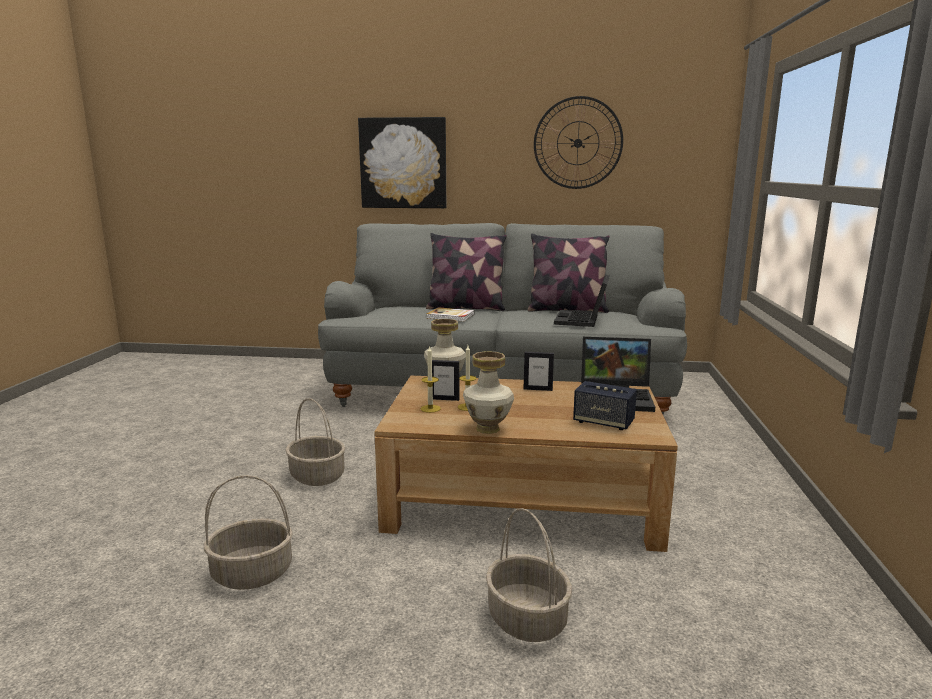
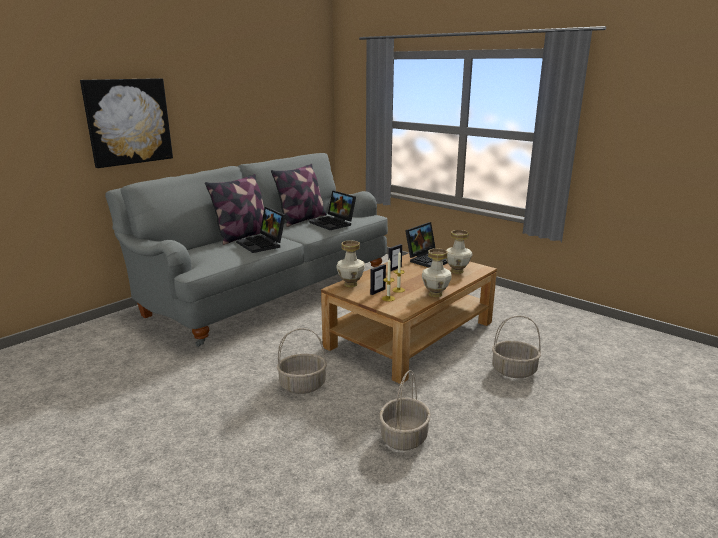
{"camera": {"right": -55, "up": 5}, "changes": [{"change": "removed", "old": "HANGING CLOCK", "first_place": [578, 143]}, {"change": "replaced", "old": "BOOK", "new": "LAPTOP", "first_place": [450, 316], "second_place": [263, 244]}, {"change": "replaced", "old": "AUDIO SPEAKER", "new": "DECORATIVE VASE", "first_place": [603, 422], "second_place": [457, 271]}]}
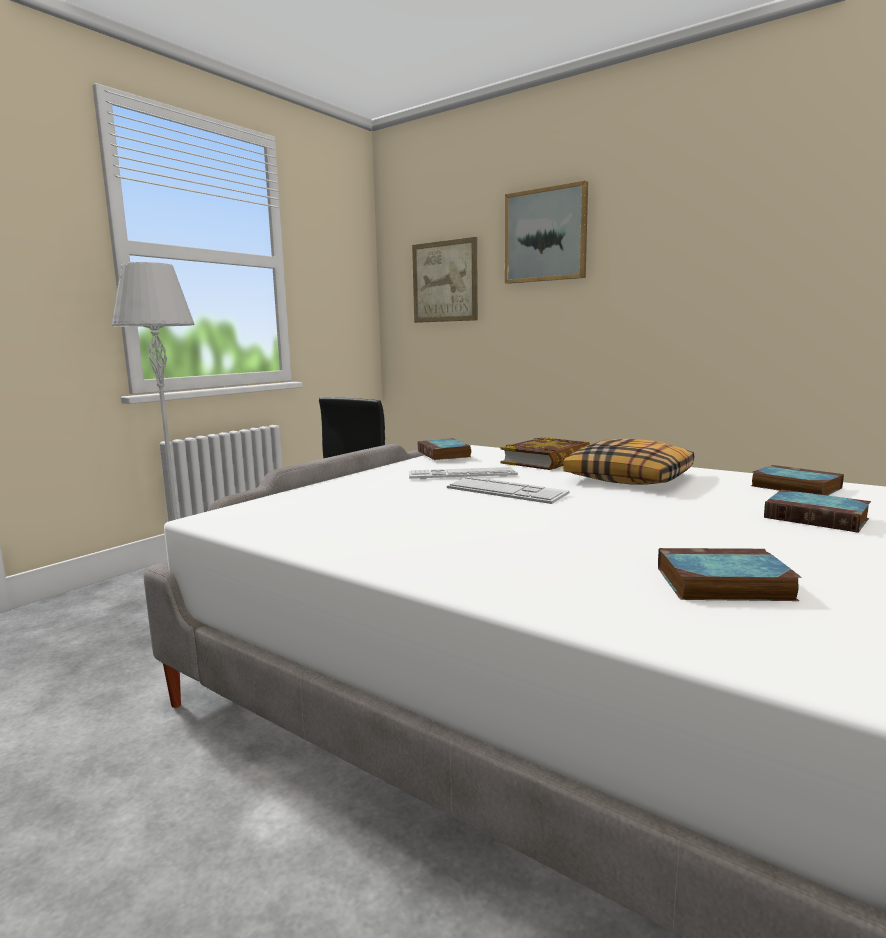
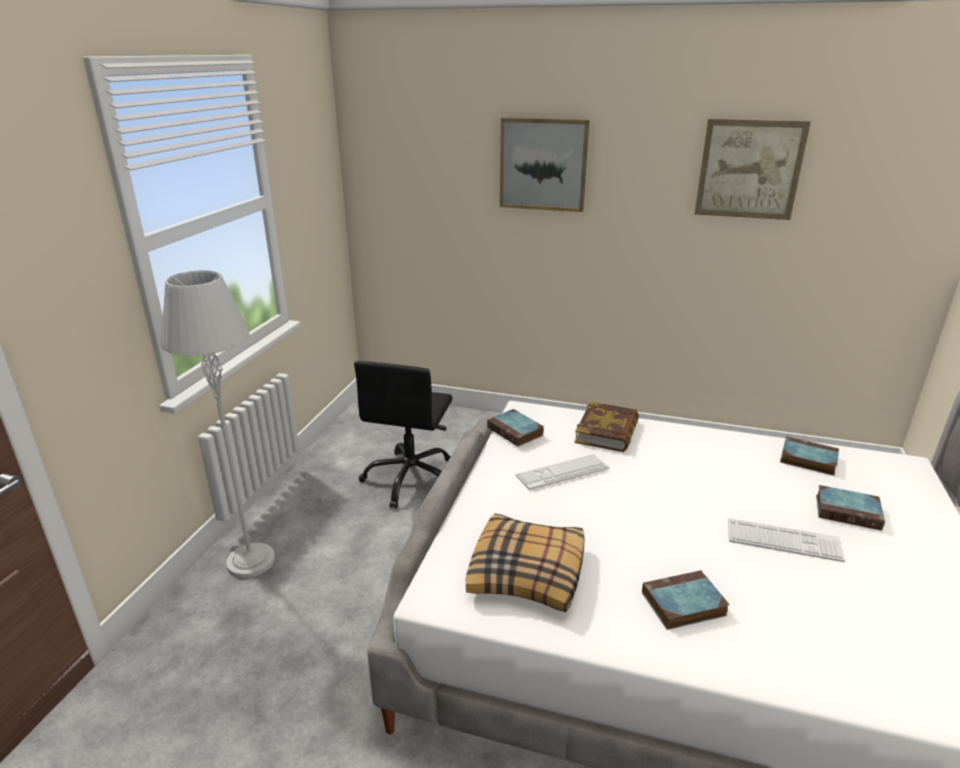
{"camera": {"right": -20, "up": 15}, "changes": [{"change": "moved", "old": "WALL ART", "first_place": [445, 281], "second_place": [749, 169]}, {"change": "moved", "old": "THROW PILLOW", "first_place": [630, 478], "second_place": [527, 573]}, {"change": "moved", "old": "COMPUTER KEYBOARD", "first_place": [506, 491], "second_place": [783, 540]}, {"change": "moved", "old": "BOOK", "first_place": [721, 584], "second_place": [682, 605]}]}
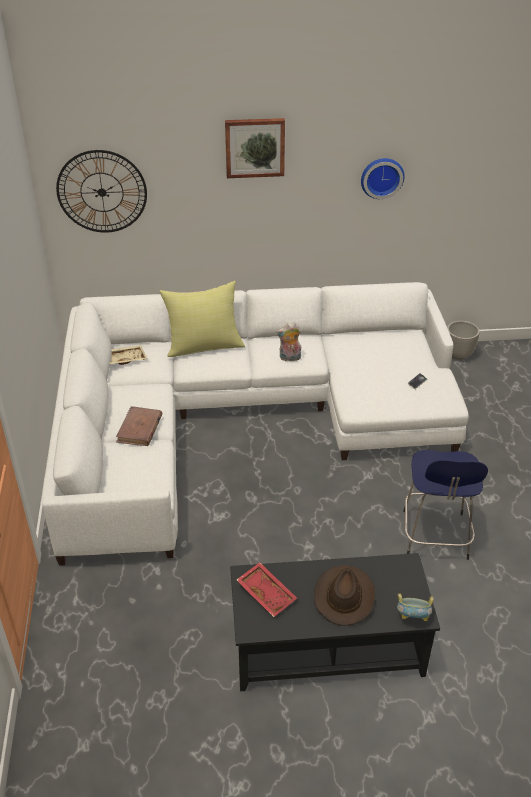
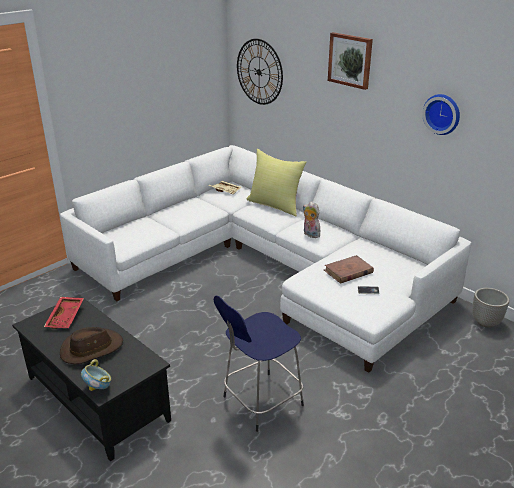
{"camera": {"right": 50, "up": -10}, "changes": [{"change": "moved", "old": "BROWN-COLOURED BOOK", "first_place": [139, 429], "second_place": [348, 272]}]}
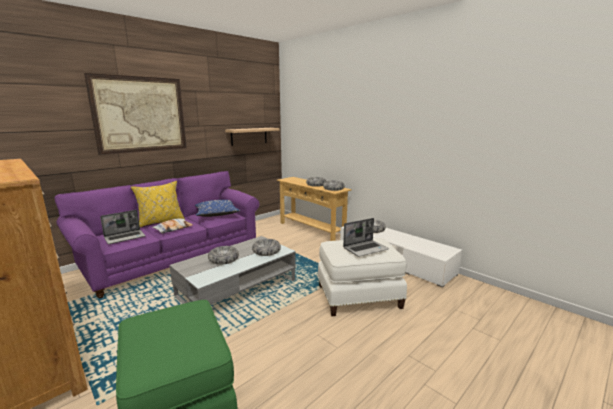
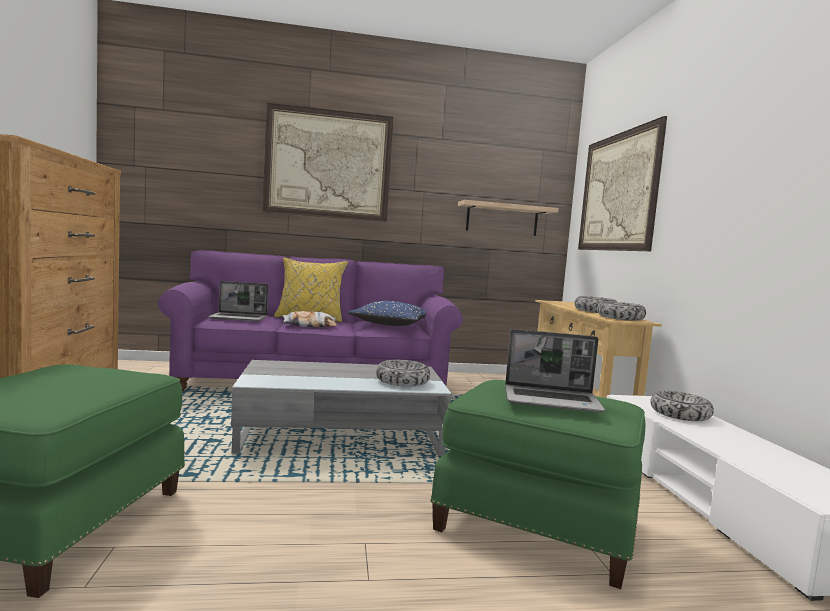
{"camera": {"right": 35, "up": -10}, "changes": [{"change": "recoloured", "old": "WHITISH POUFFE", "new": "GREENISH POUFFE", "first_place": [358, 296], "second_place": [537, 523]}, {"change": "removed", "old": "SERVING BOWL", "first_place": [224, 259]}, {"change": "added", "new": "WALL ART", "second_place": [617, 192]}]}
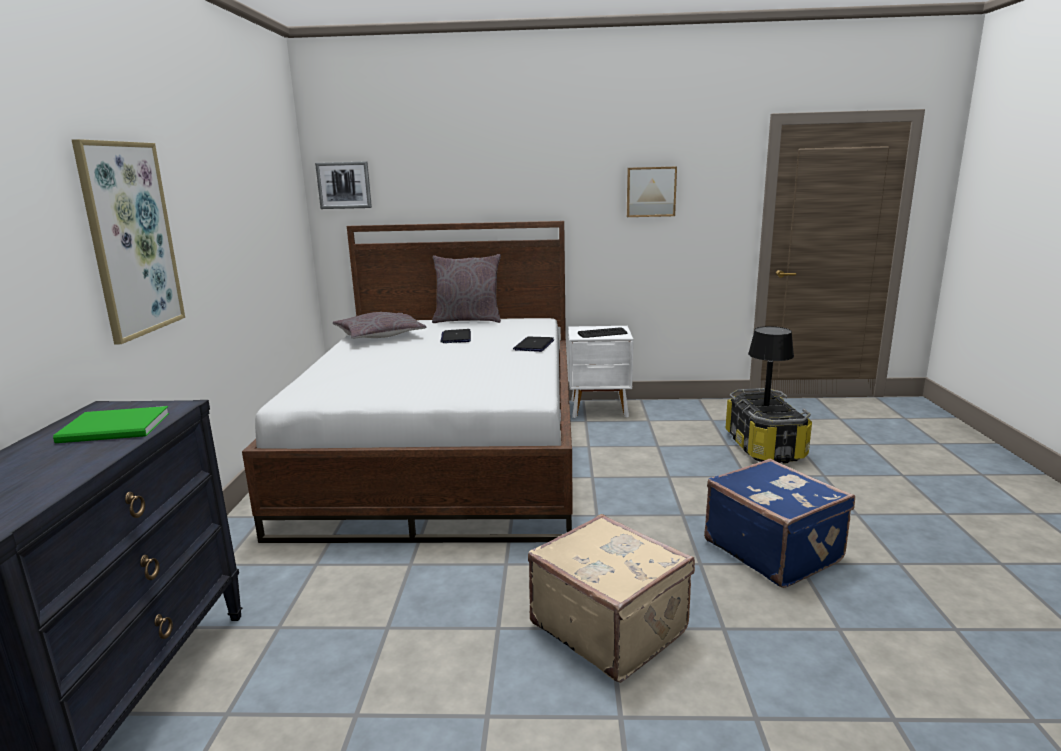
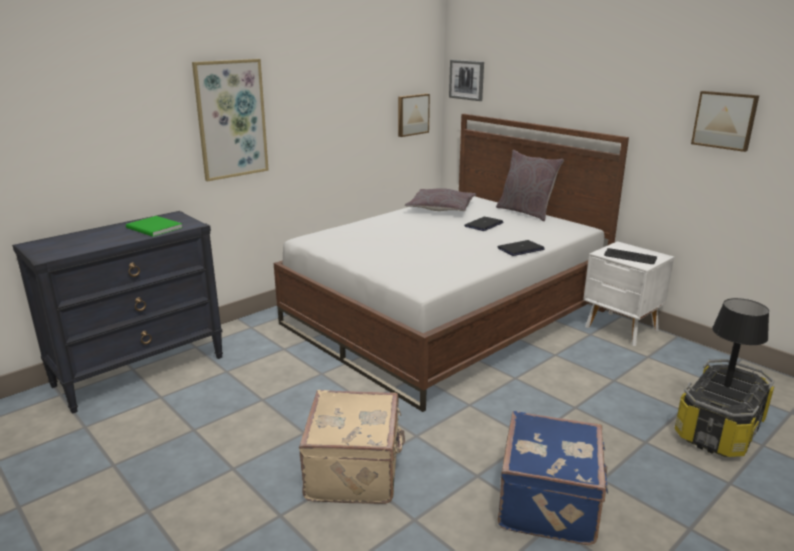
{"camera": {"right": 45, "up": 5}, "changes": [{"change": "added", "new": "WALL ART", "second_place": [412, 114]}]}
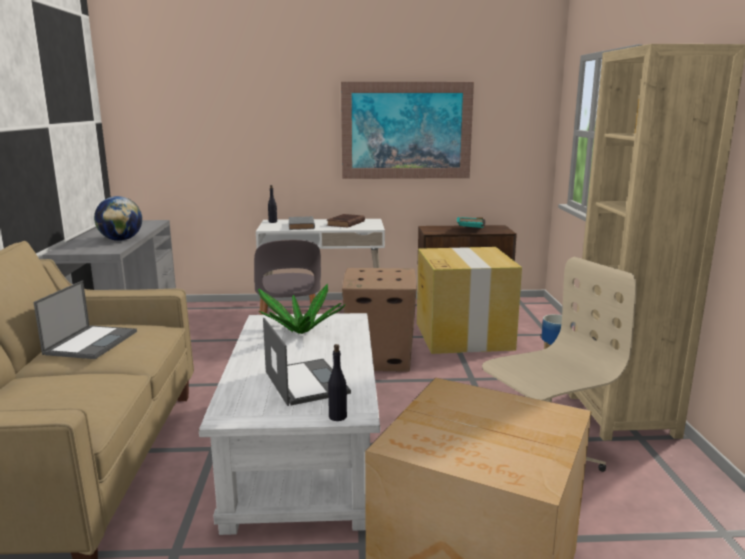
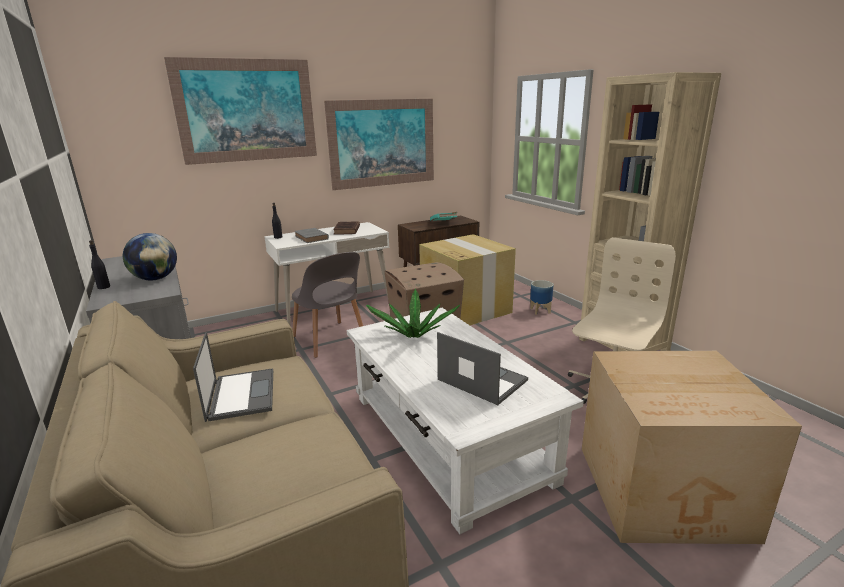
{"camera": {"right": -25, "up": 5}, "changes": [{"change": "moved", "old": "BLACK-COLOURED BOTTLE", "first_place": [338, 416], "second_place": [104, 287]}, {"change": "added", "new": "WALL ART", "second_place": [247, 111]}]}
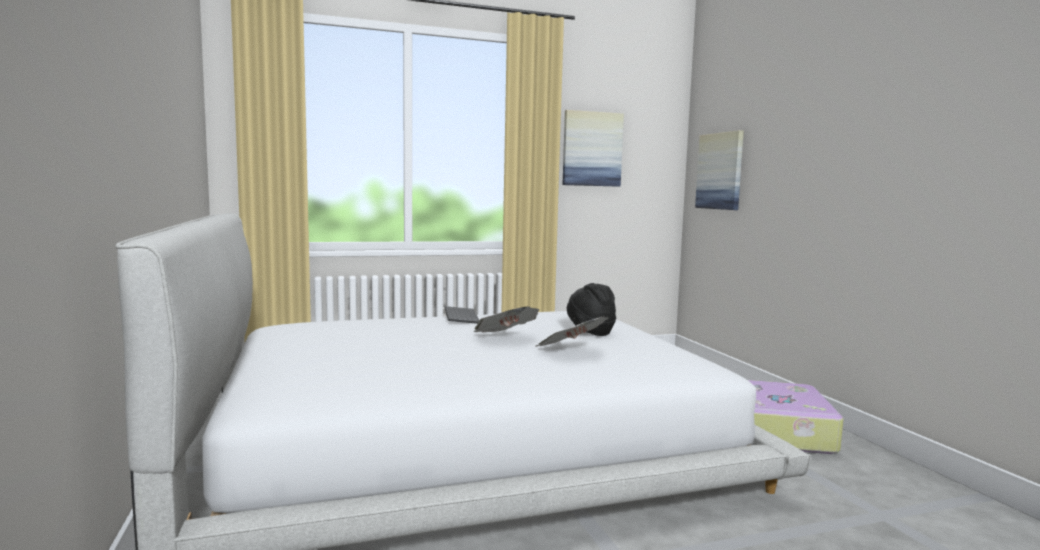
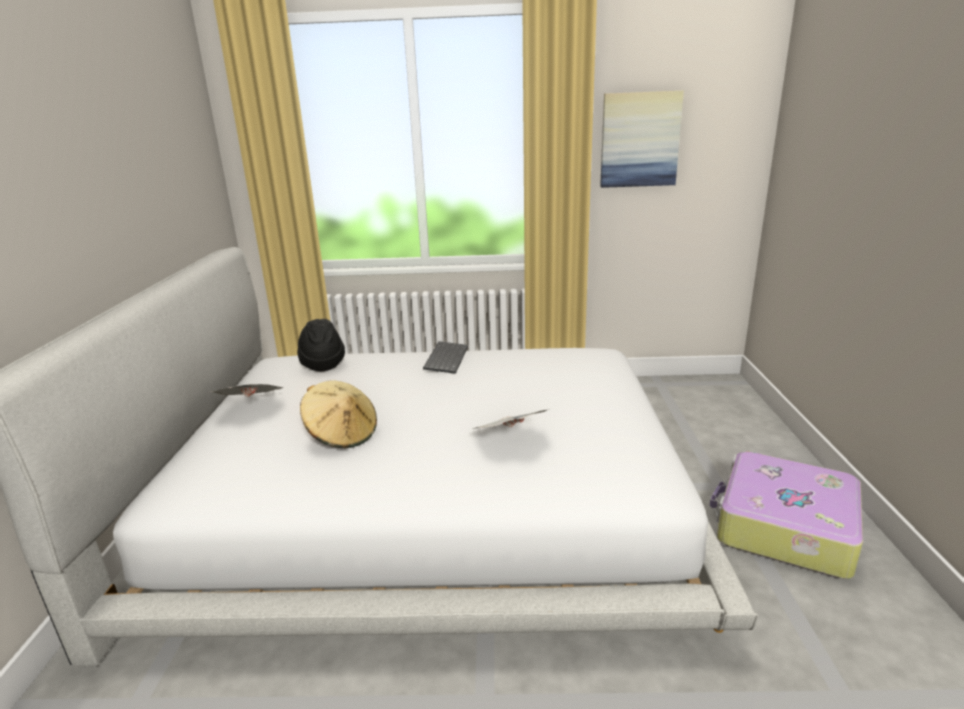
{"camera": {"right": 20, "up": 15}, "changes": [{"change": "removed", "old": "WALL ART", "first_place": [720, 171]}, {"change": "moved", "old": "BLACK-COLOURED WEARABLE HAT", "first_place": [590, 332], "second_place": [322, 364]}, {"change": "moved", "old": "DAILY PAPER", "first_place": [505, 338], "second_place": [252, 406]}, {"change": "added", "new": "BEIGE WEARABLE HAT", "second_place": [342, 435]}]}
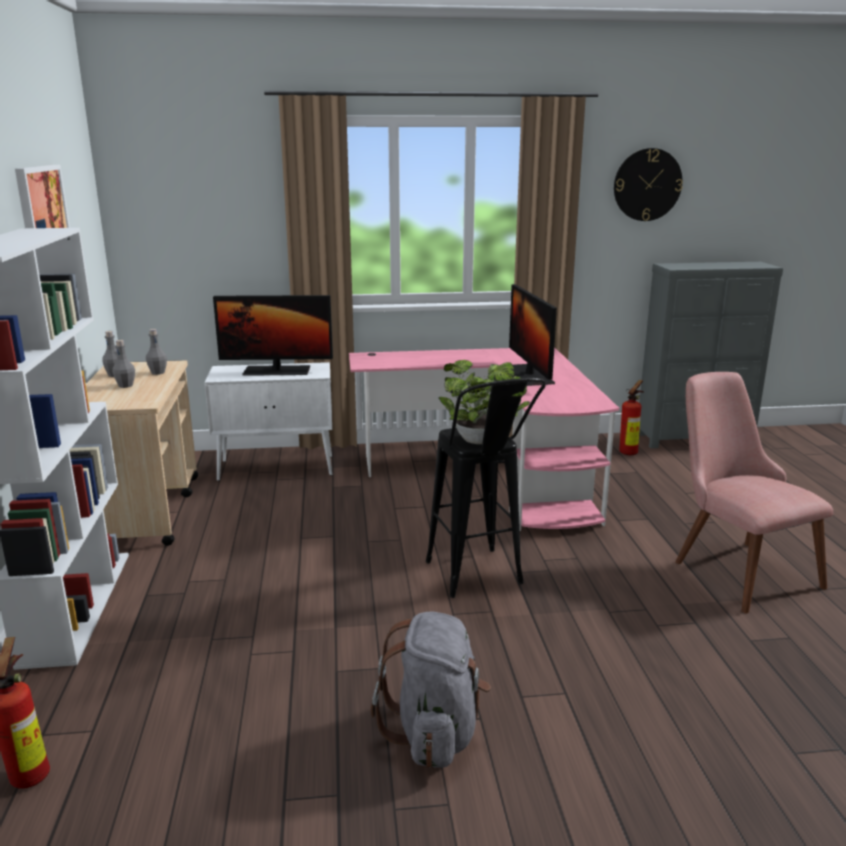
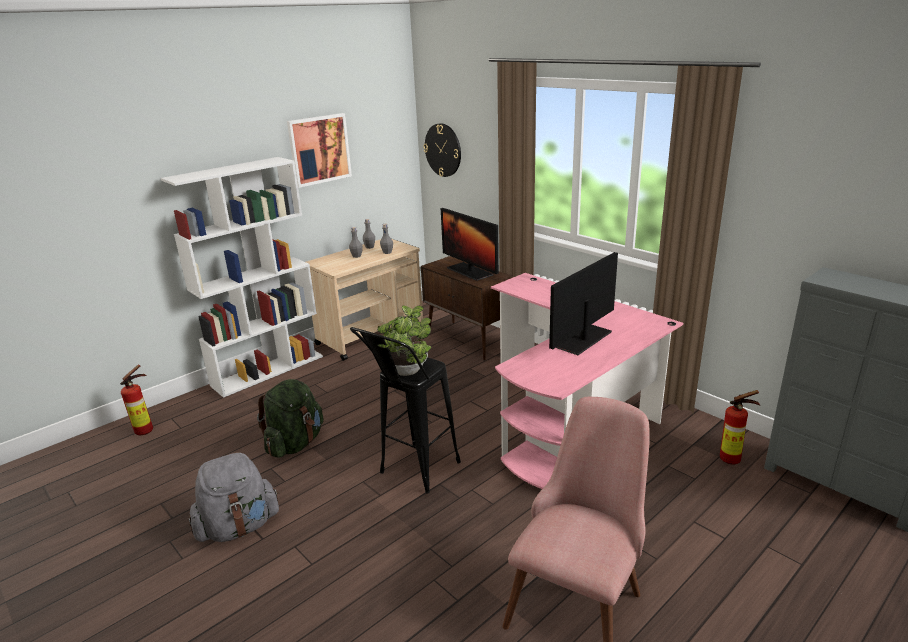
{"camera": {"right": 55, "up": 5}, "changes": [{"change": "moved", "old": "HANGING CLOCK", "first_place": [647, 185], "second_place": [443, 150]}, {"change": "recoloured", "old": "WHITISH STORAGE CABINET", "new": "BROWN-COLOURED STORAGE CABINET", "first_place": [277, 468], "second_place": [468, 341]}, {"change": "added", "new": "GREENISH KNAPSACK", "second_place": [295, 443]}]}
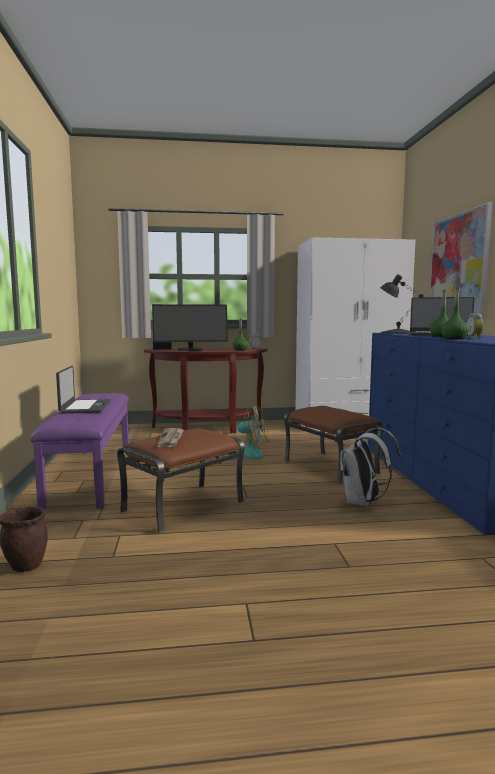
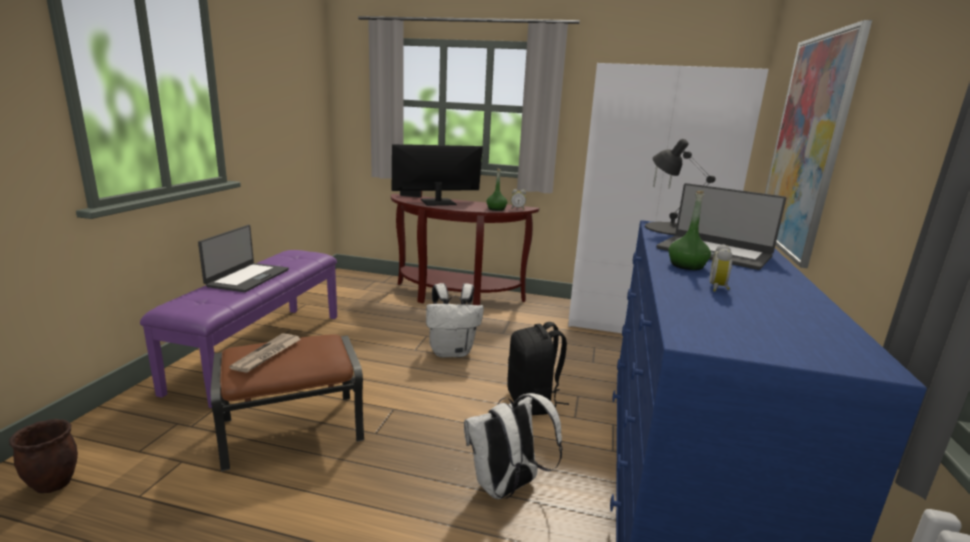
{"camera": {"right": 20, "up": 10}, "changes": [{"change": "removed", "old": "GREENISH BOTTLE", "first_place": [454, 338]}, {"change": "turned", "old": "COMPUTER DISPLAY", "first_place": [190, 350], "second_place": [438, 202], "degrees": 150}, {"change": "replaced", "old": "ELECTRIC FAN", "new": "WHITISH KNAPSACK", "first_place": [245, 454], "second_place": [452, 352]}, {"change": "replaced", "old": "BROWN-COLOURED POUFFE", "new": "BLACK-COLOURED KNAPSACK", "first_place": [331, 467], "second_place": [533, 402]}]}
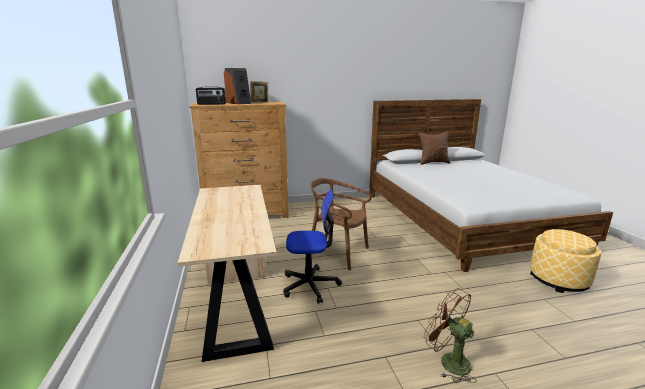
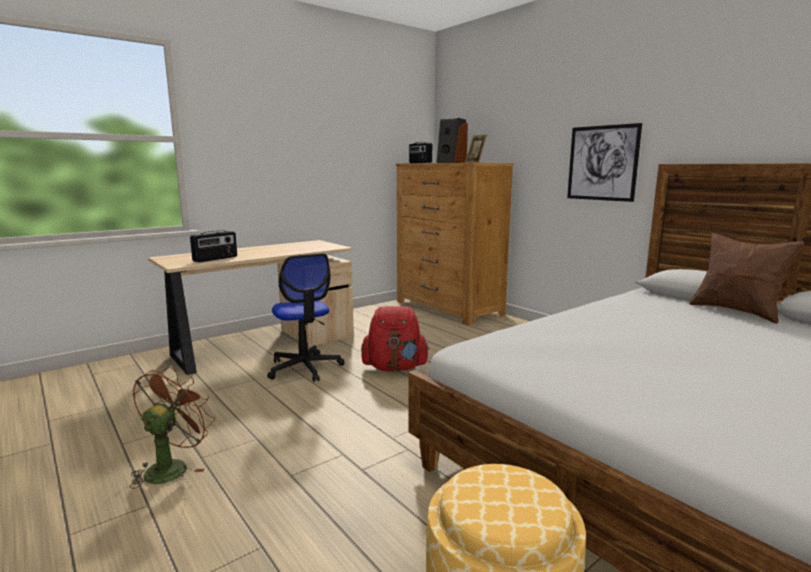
{"camera": {"right": 65, "up": -5}, "changes": [{"change": "replaced", "old": "BROWN-COLOURED PLAIN CHAIR", "new": "RED-COLOURED KNAPSACK", "first_place": [338, 253], "second_place": [395, 368]}, {"change": "added", "new": "WALL ART", "second_place": [602, 163]}, {"change": "added", "new": "RADIO SET", "second_place": [215, 259]}]}
